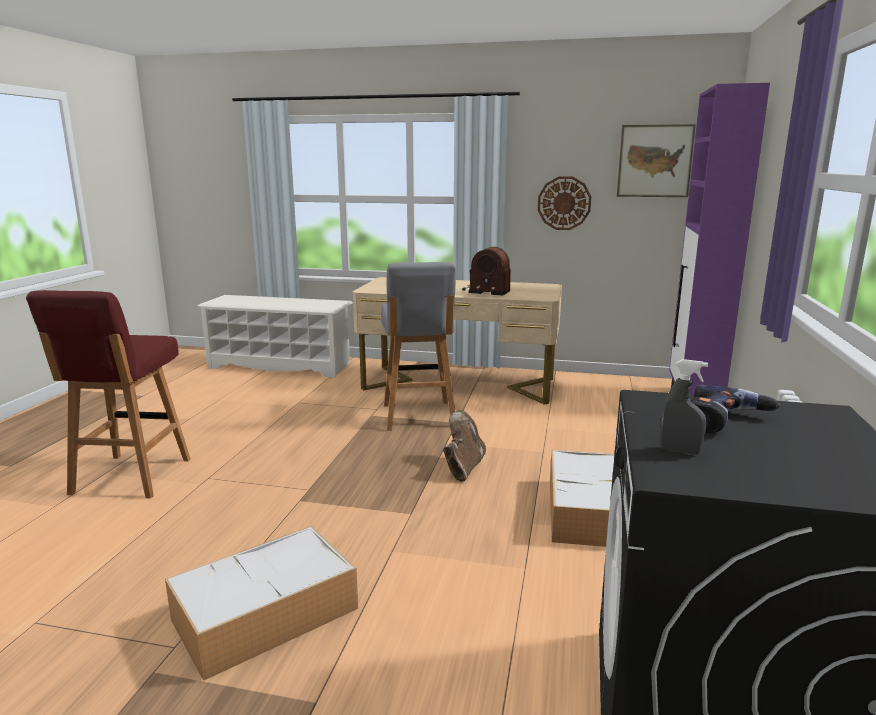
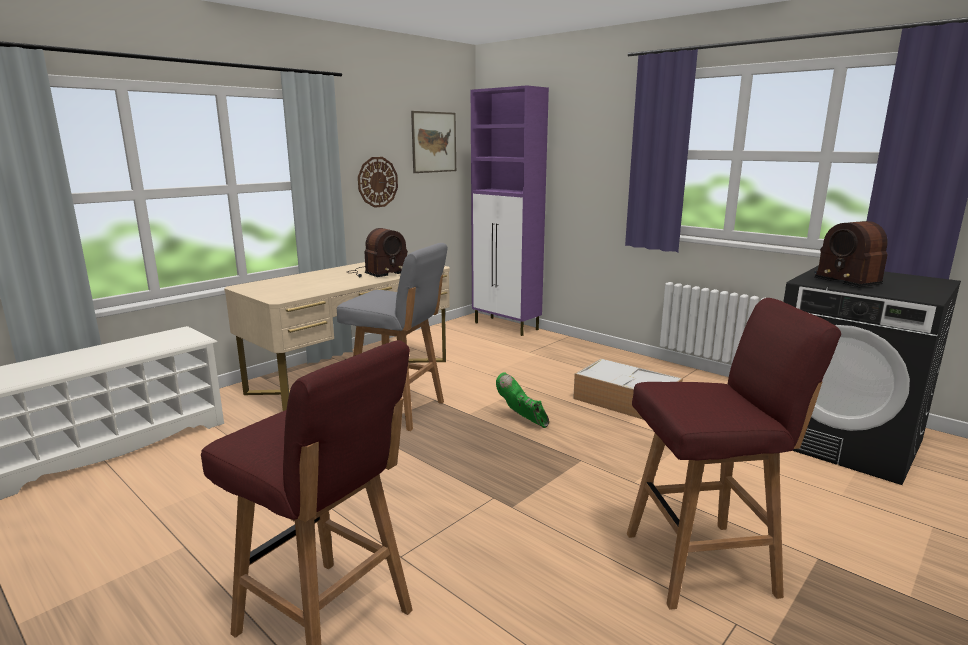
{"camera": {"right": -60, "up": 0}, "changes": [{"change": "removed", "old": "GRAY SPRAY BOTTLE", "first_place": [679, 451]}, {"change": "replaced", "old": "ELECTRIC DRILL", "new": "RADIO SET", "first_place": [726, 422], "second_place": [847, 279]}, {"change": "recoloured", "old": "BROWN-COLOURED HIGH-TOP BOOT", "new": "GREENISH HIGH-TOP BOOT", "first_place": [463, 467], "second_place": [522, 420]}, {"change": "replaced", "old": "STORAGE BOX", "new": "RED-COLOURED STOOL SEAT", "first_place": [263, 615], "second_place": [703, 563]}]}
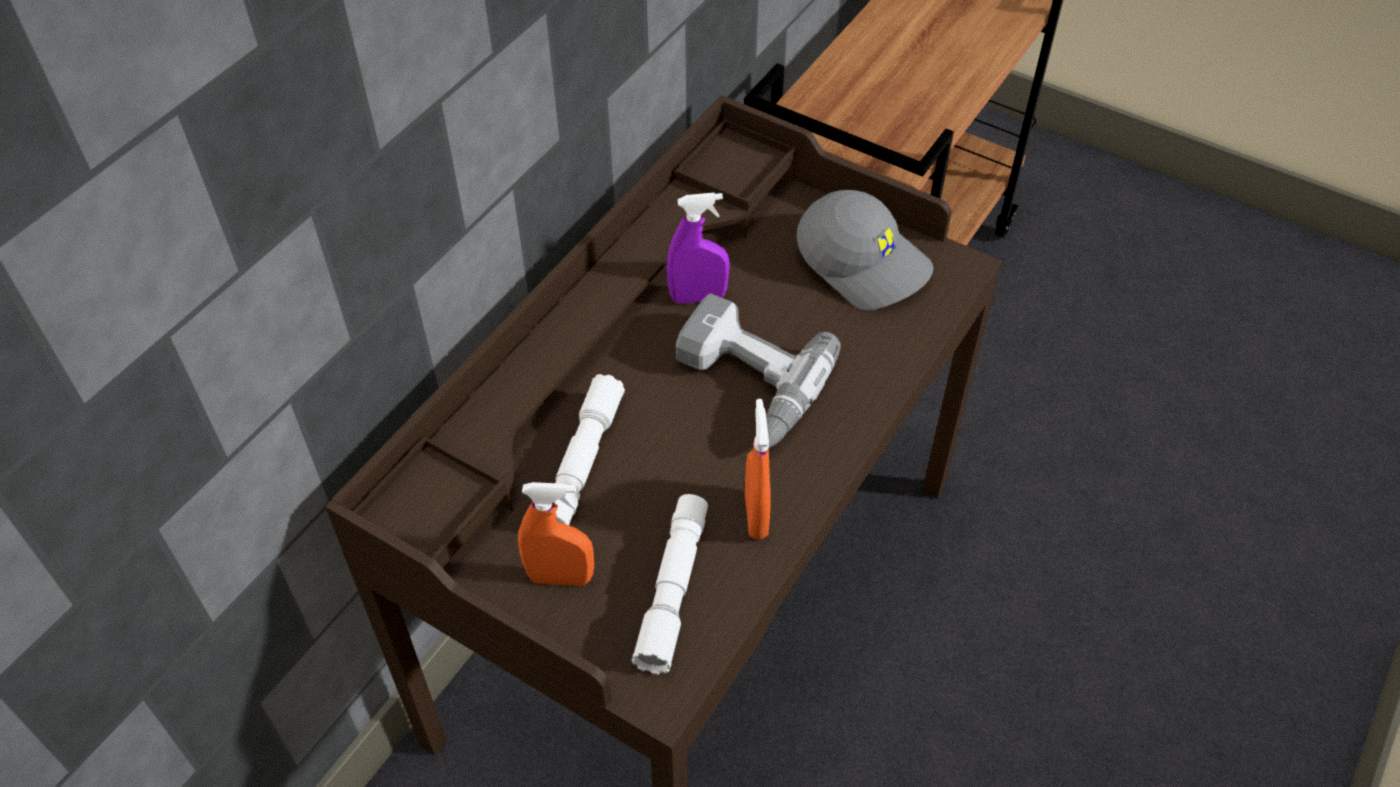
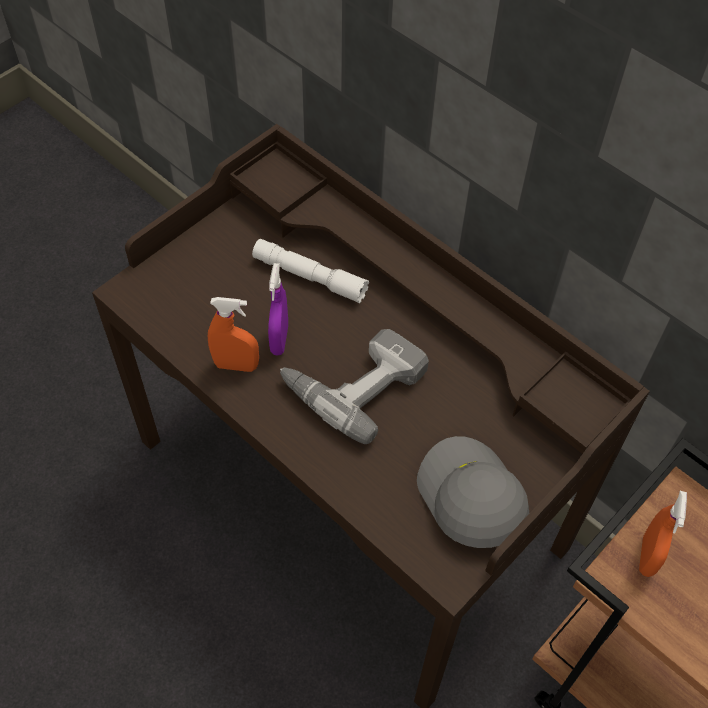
{"camera": {"right": 100, "up": 5}, "changes": [{"change": "turned", "old": "GRAY CAP", "first_place": [865, 261], "second_place": [469, 498], "degrees": 105}, {"change": "moved", "old": "PURPLE-COLOURED SPRAY BOTTLE", "first_place": [698, 297], "second_place": [279, 340]}, {"change": "moved", "old": "ORANGE-COLOURED SPRAY BOTTLE", "first_place": [560, 577], "second_place": [647, 556]}, {"change": "removed", "old": "WHITISH TORCH", "first_place": [673, 589]}]}
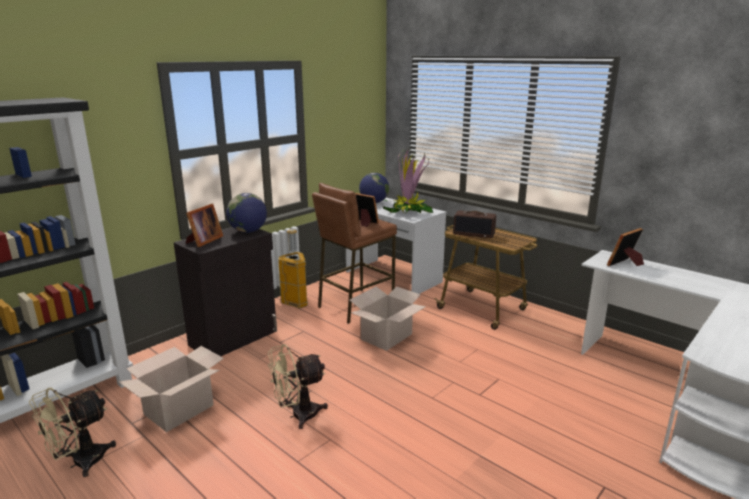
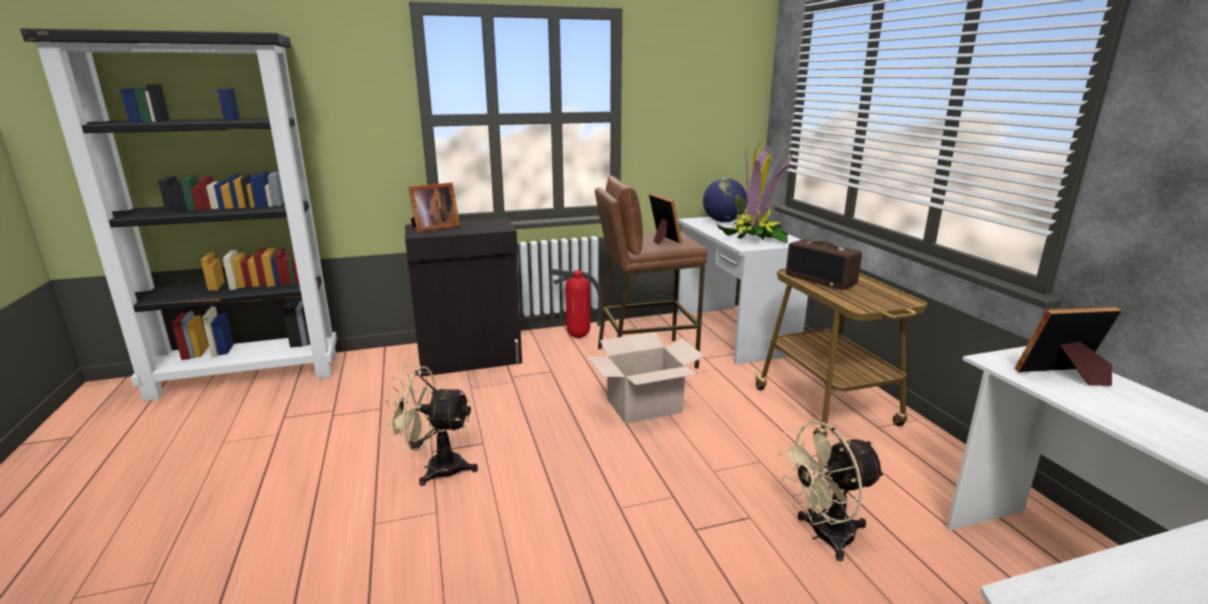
{"camera": {"right": 30, "up": 0}, "changes": [{"change": "removed", "old": "DESK GLOBE", "first_place": [248, 231]}, {"change": "replaced", "old": "TRASH CAN", "new": "FIRE EXTINGUISHER", "first_place": [296, 303], "second_place": [578, 337]}, {"change": "removed", "old": "PACKING BOX", "first_place": [179, 410]}, {"change": "moved", "old": "BEIGE ELECTRIC FAN", "first_place": [80, 463], "second_place": [823, 536]}]}
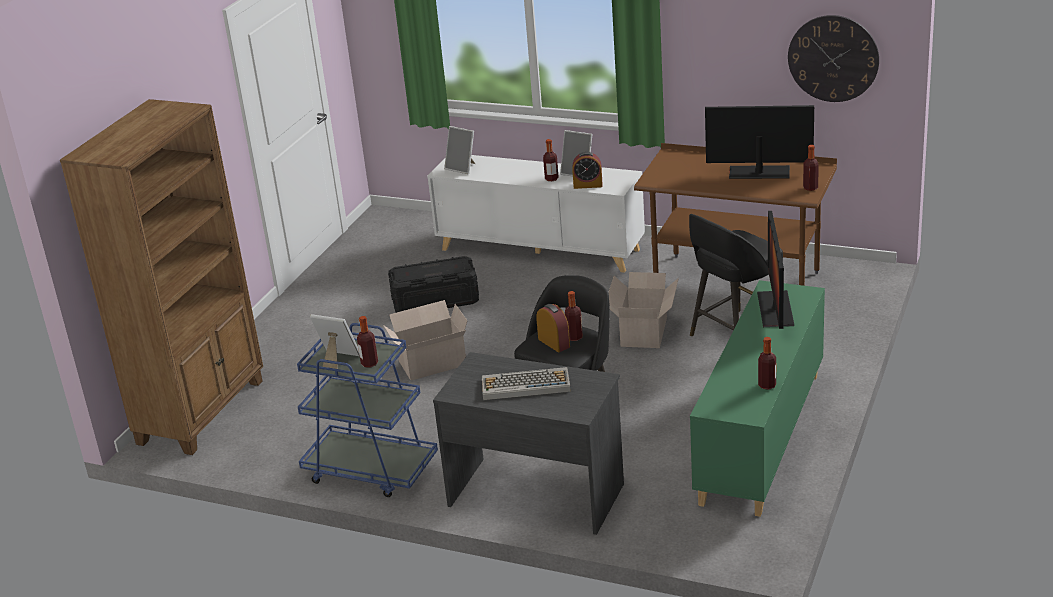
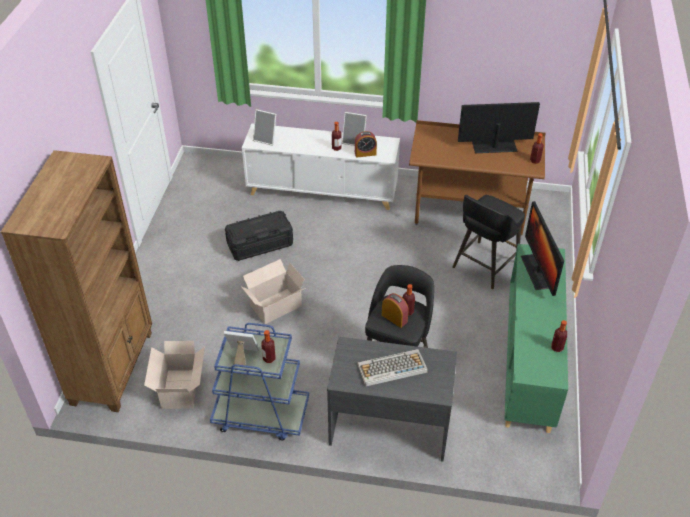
{"camera": {"right": -15, "up": 15}, "changes": [{"change": "removed", "old": "HANGING CLOCK", "first_place": [833, 58]}, {"change": "moved", "old": "PACKING BOX", "first_place": [644, 331], "second_place": [180, 388]}]}
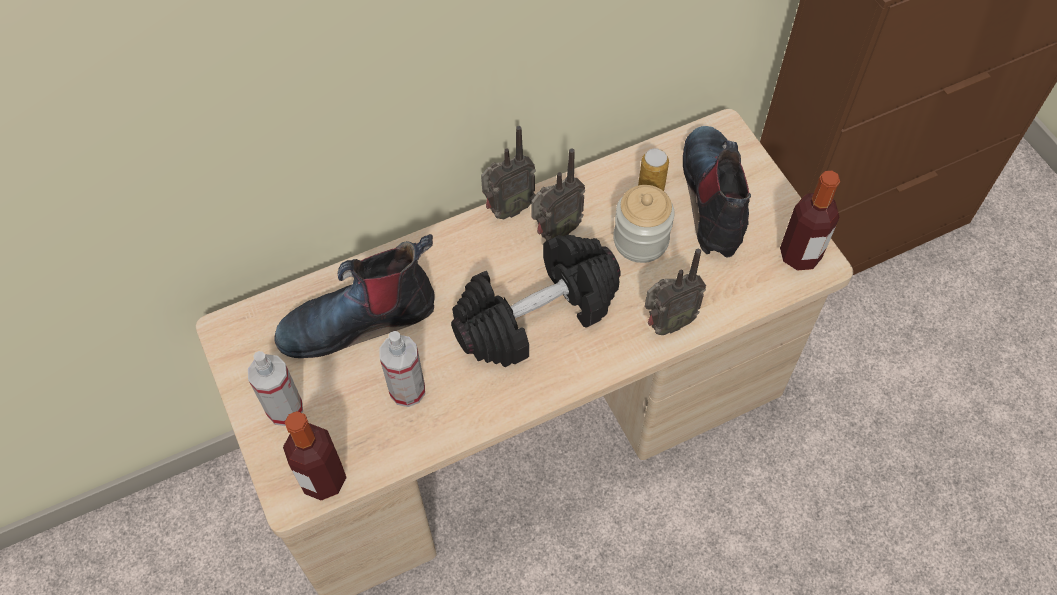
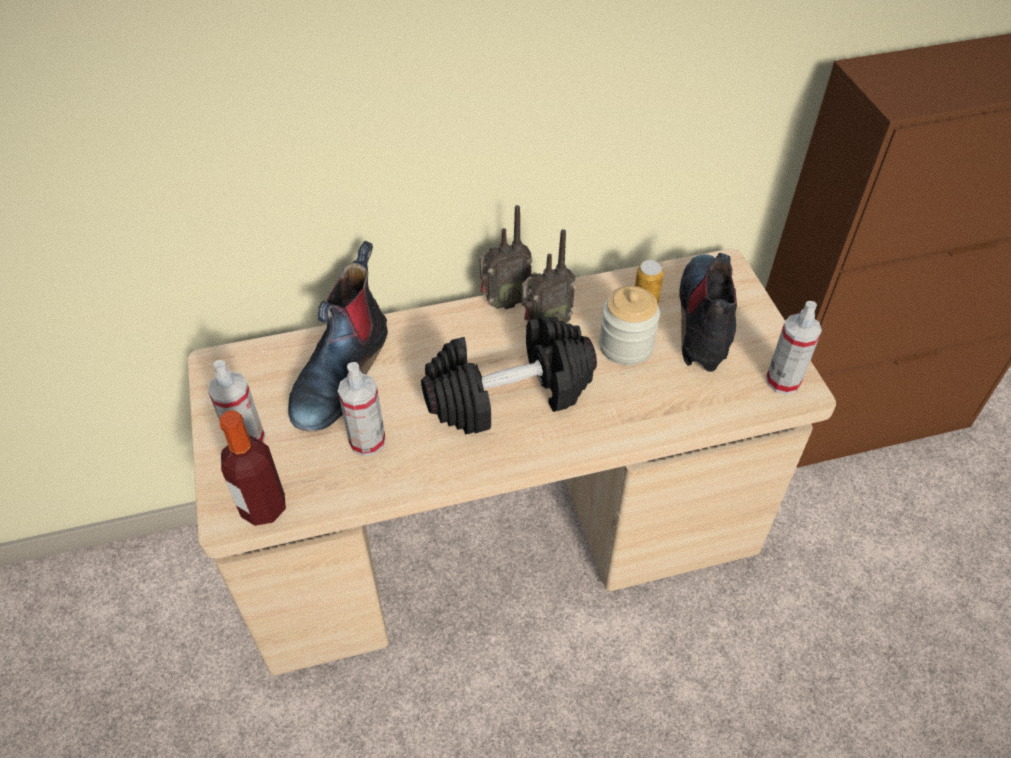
{"camera": {"right": 10, "up": -10}, "changes": [{"change": "replaced", "old": "BOTTLE", "new": "SPRAY BOTTLE", "first_place": [800, 255], "second_place": [783, 381]}, {"change": "turned", "old": "HIGH-TOP BOOT", "first_place": [360, 318], "second_place": [340, 373], "degrees": -60}, {"change": "removed", "old": "RADIO SET", "first_place": [666, 323]}]}
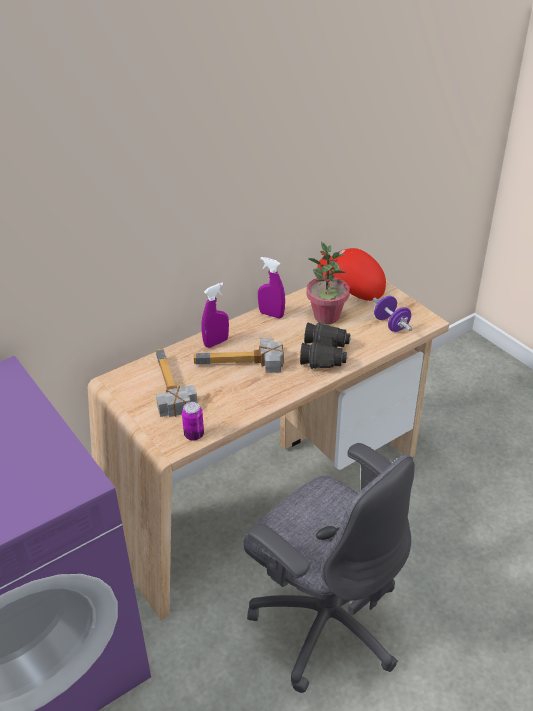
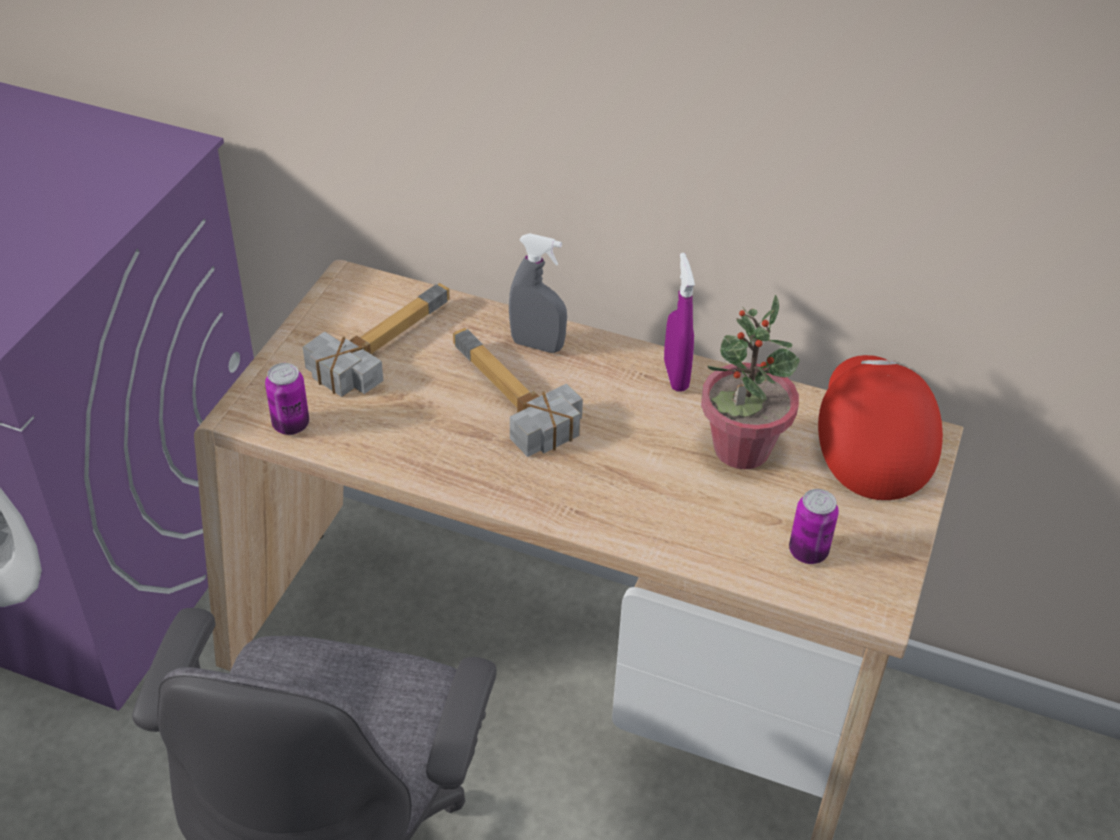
{"camera": {"right": 55, "up": 5}, "changes": [{"change": "recoloured", "old": "PURPLE-COLOURED SPRAY BOTTLE", "new": "GRAY SPRAY BOTTLE", "first_place": [216, 342], "second_place": [537, 345]}, {"change": "replaced", "old": "PURPLE-COLOURED FREE WEIGHT", "new": "SEALED CAN", "first_place": [391, 324], "second_place": [808, 552]}, {"change": "removed", "old": "BLACK-COLOURED BINOCULARS", "first_place": [325, 354]}]}
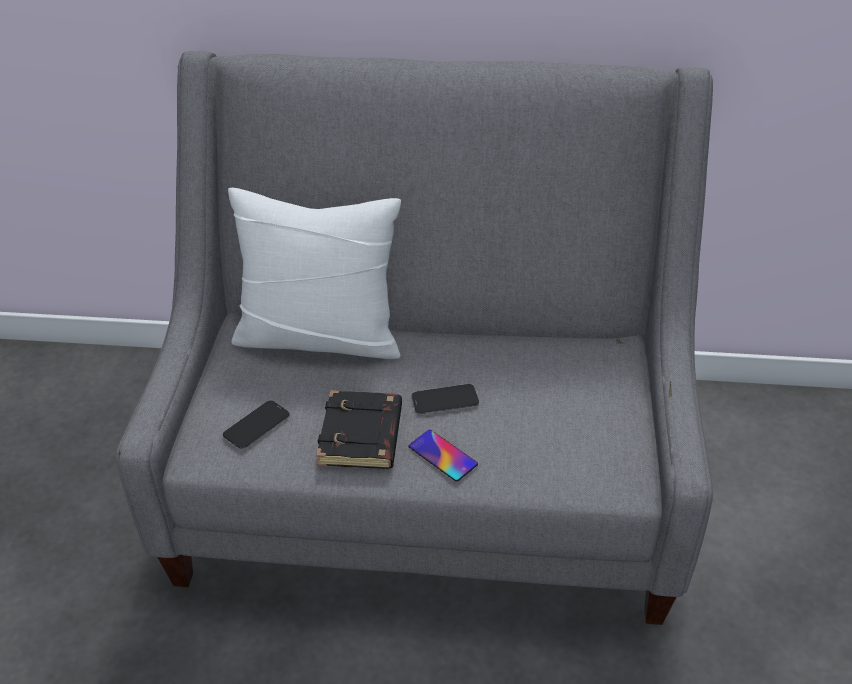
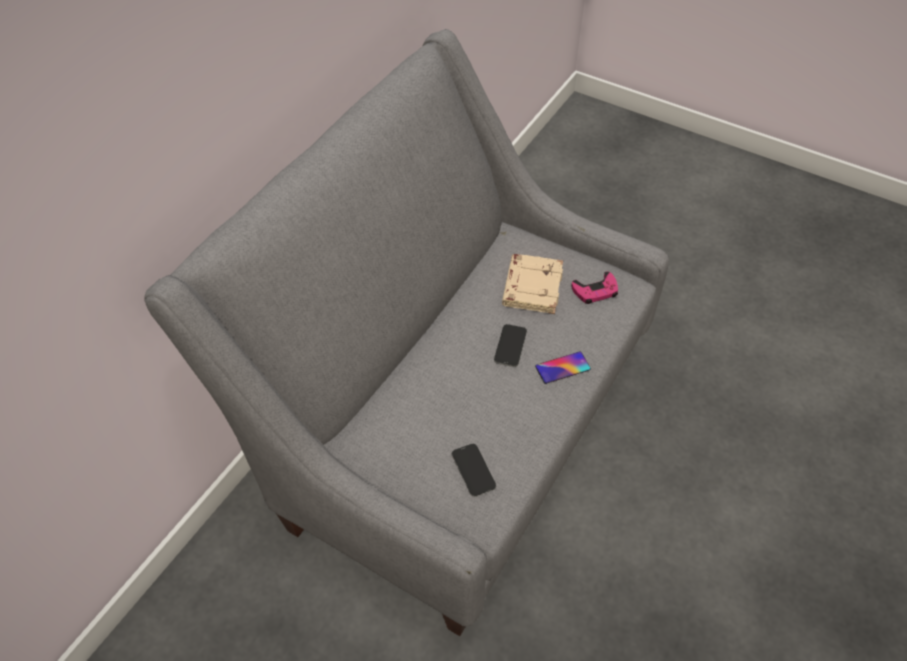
{"camera": {"right": -65, "up": 10}, "changes": [{"change": "removed", "old": "WHITISH THROW PILLOW", "first_place": [320, 337]}, {"change": "removed", "old": "BLACK-COLOURED BOOK", "first_place": [362, 436]}, {"change": "added", "new": "BEIGE BOOK", "second_place": [531, 287]}, {"change": "added", "new": "PINKISH GAME CONTROLLER", "second_place": [595, 291]}]}
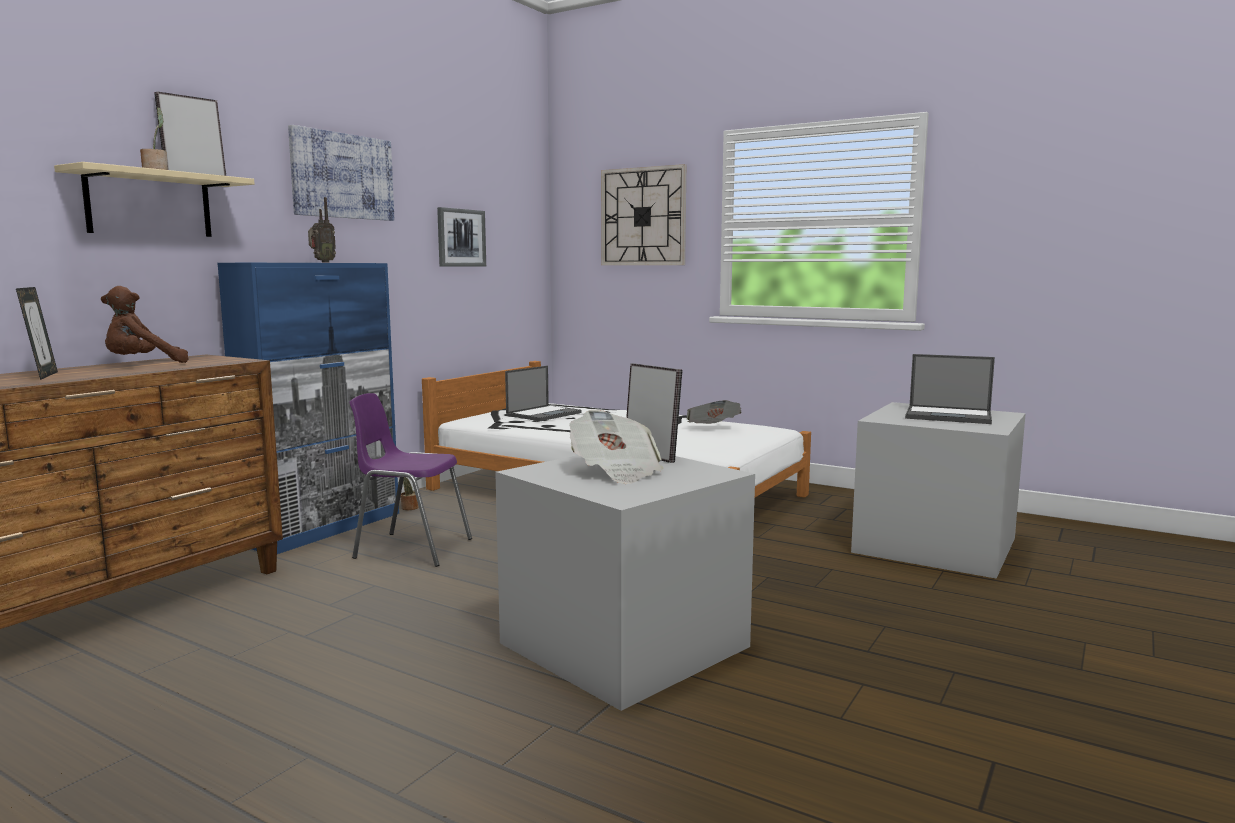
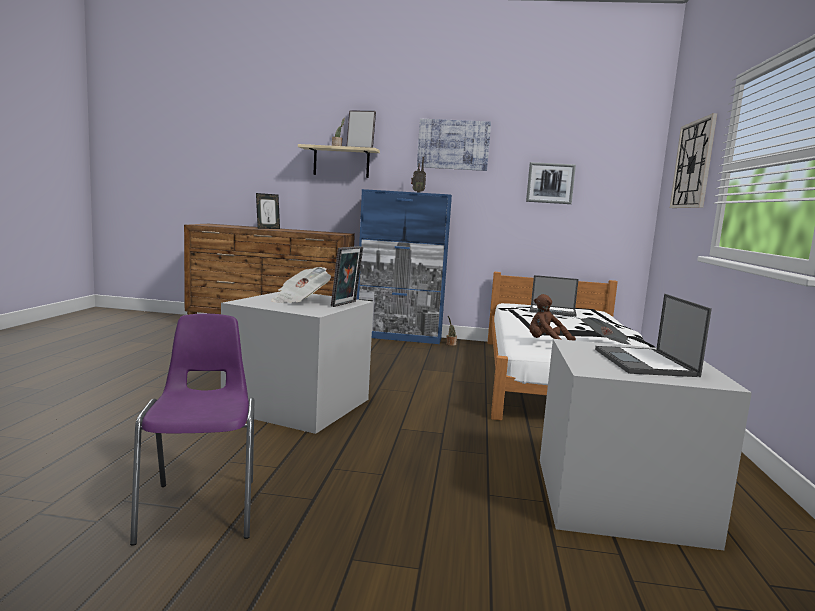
{"camera": {"right": 65, "up": 0}, "changes": [{"change": "moved", "old": "BROWN-COLOURED CUDDLY TOY", "first_place": [143, 365], "second_place": [546, 344]}, {"change": "moved", "old": "PURPLE-COLOURED PLAIN CHAIR", "first_place": [411, 548], "second_place": [201, 508]}]}
